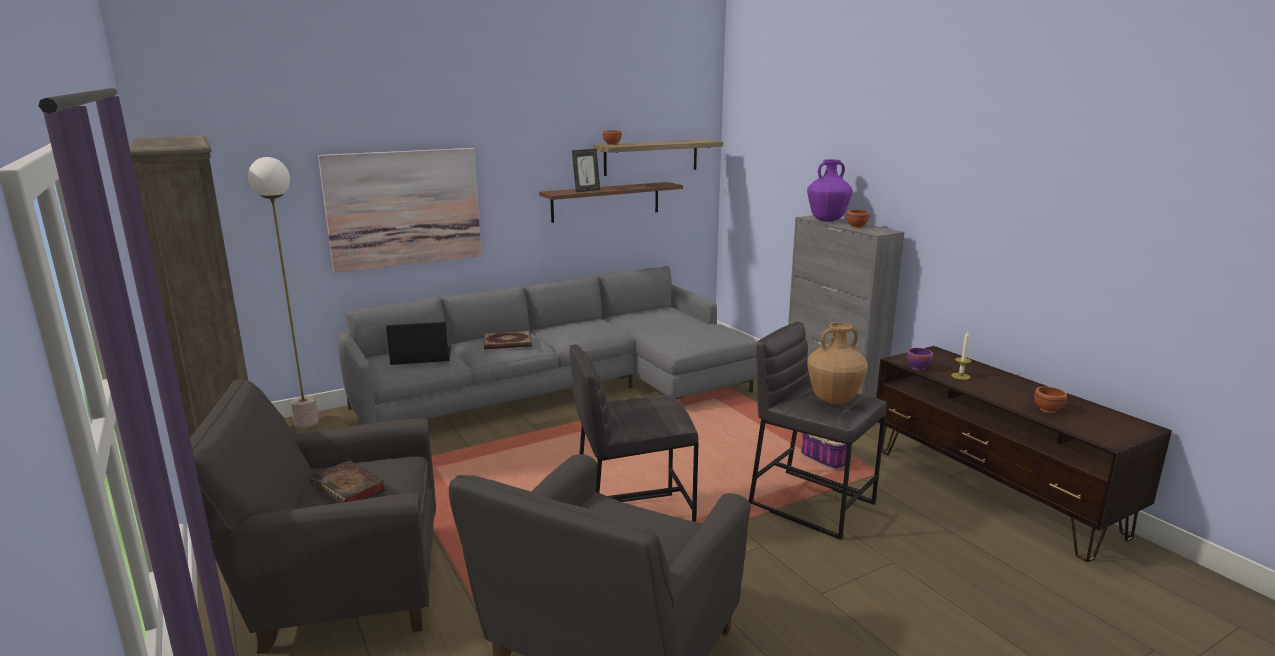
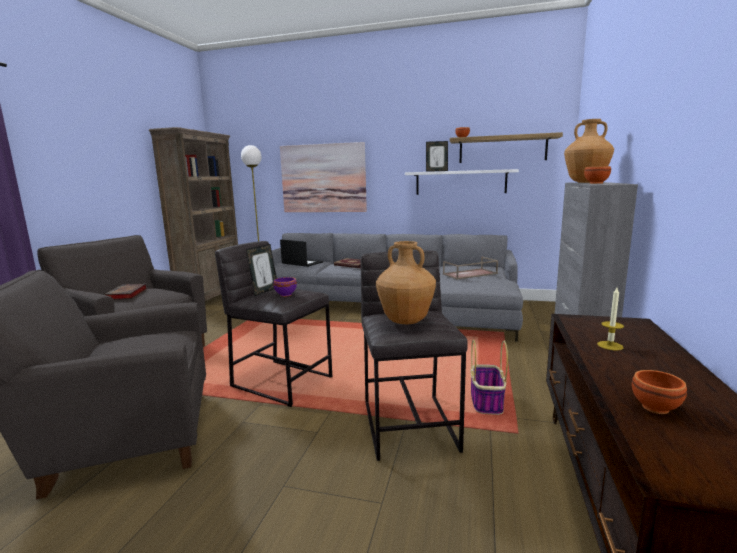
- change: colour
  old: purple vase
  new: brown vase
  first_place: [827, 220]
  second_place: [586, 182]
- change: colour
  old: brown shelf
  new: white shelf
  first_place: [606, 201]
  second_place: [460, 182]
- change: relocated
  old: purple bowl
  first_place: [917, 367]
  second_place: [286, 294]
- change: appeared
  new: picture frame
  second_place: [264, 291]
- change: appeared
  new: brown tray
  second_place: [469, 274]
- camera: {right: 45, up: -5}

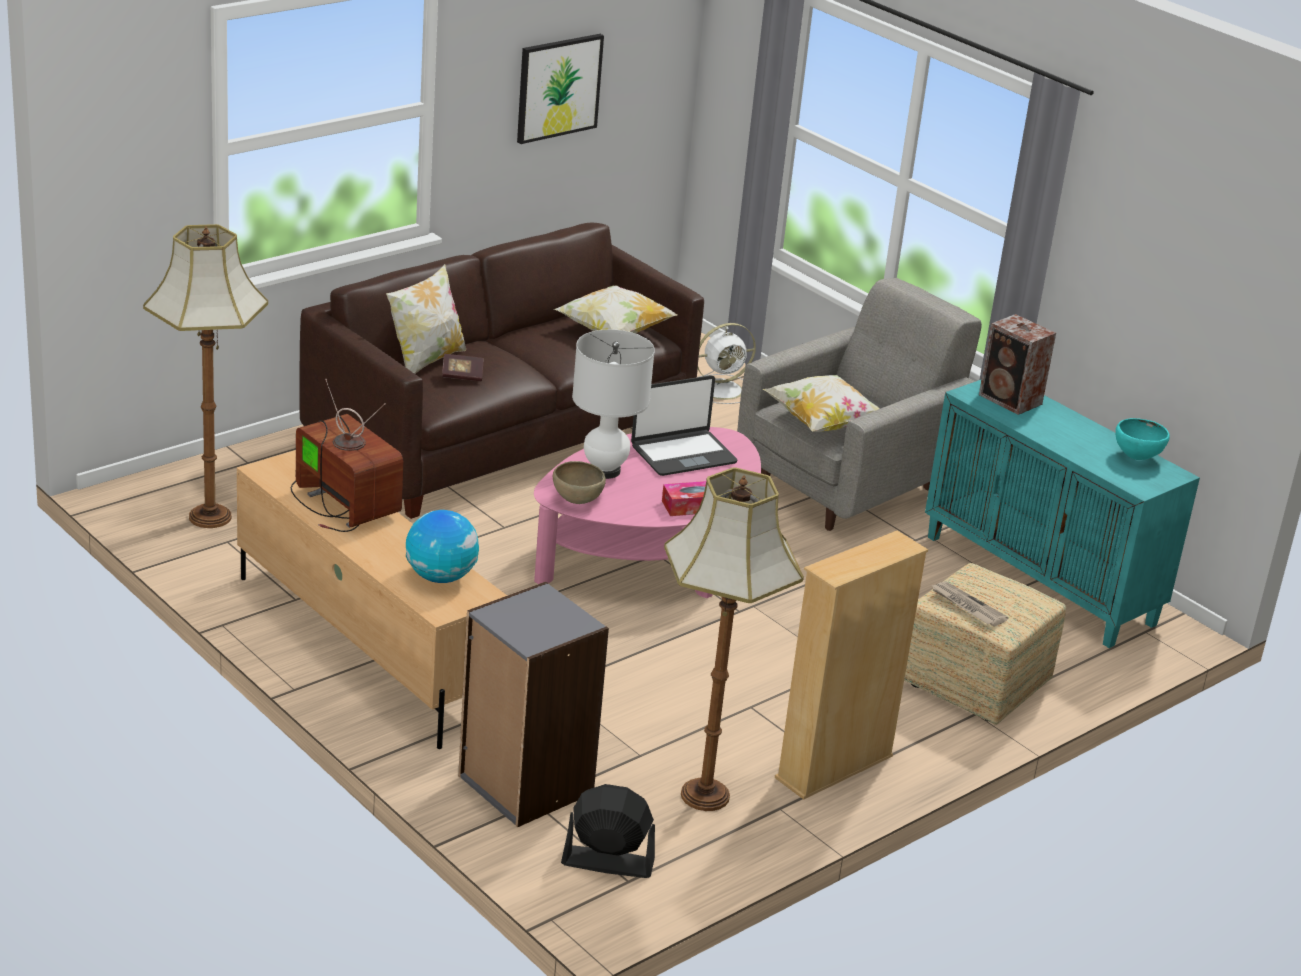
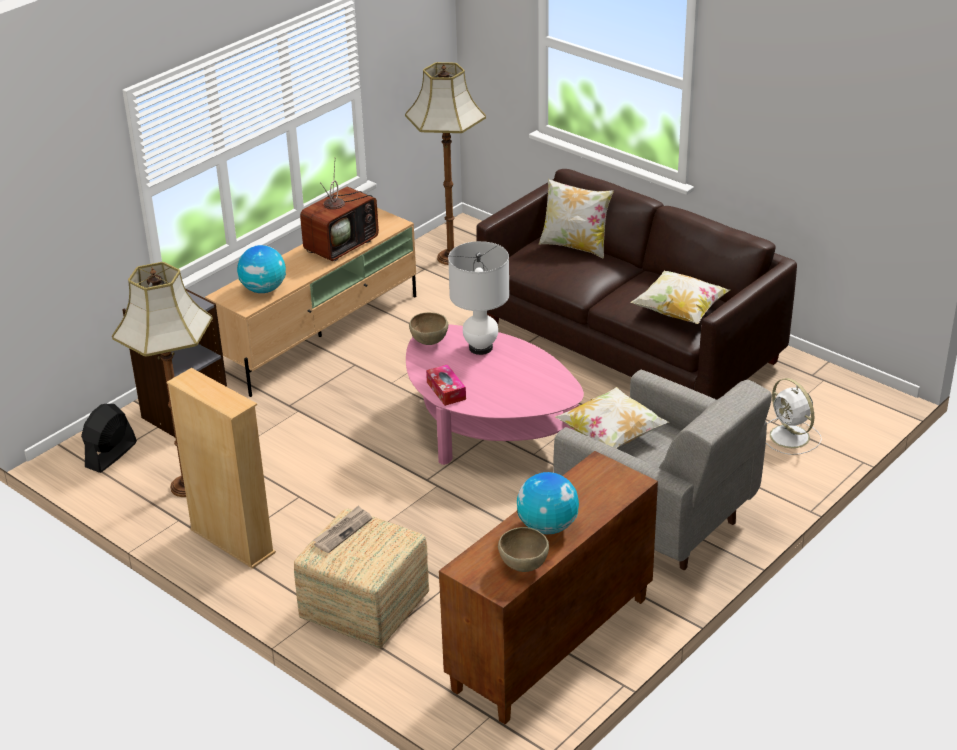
- change: missing
  old: picture
  first_place: [558, 87]
- change: missing
  old: speaker
  first_place: [1011, 400]
- change: missing
  old: book
  first_place: [462, 376]
- change: missing
  old: laptop
  first_place: [683, 454]
- change: colour
  old: turquoise cabinet
  new: brown cabinet
  first_place: [1041, 580]
  second_place: [551, 645]
- change: colour
  old: turquoise bowl
  new: brown bowl
  first_place: [1137, 457]
  second_place: [523, 566]
- change: spun
  old: black fan
  first_place: [607, 862]
  second_place: [110, 455]
  degrees: -150
- change: appeared
  new: globe
  second_place: [547, 527]
- camera: {right: 85, up: 5}

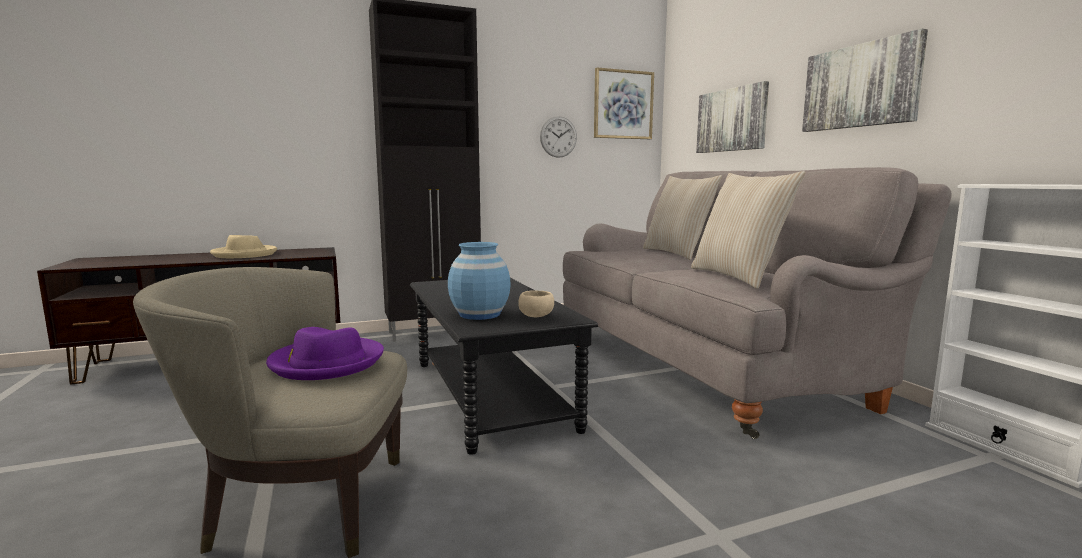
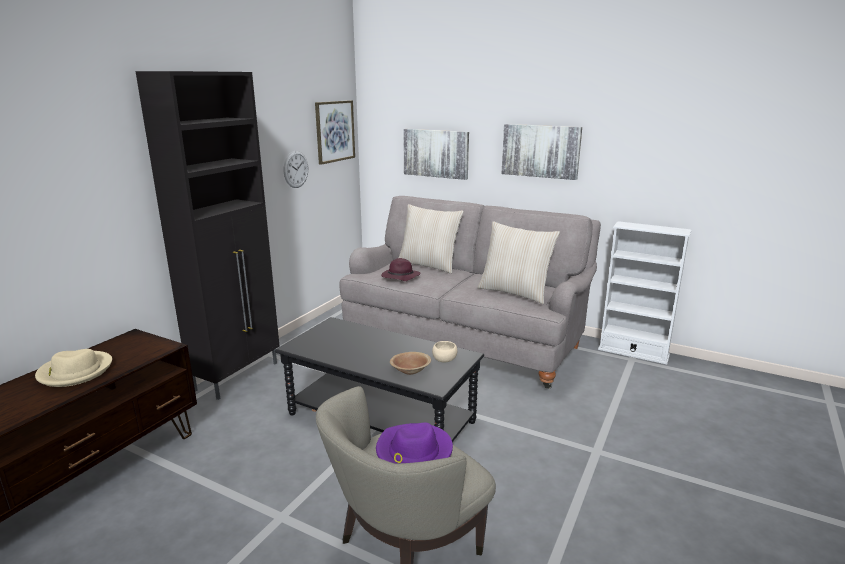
- change: exchanged
  old: blue vase
  new: brown bowl
  first_place: [480, 314]
  second_place: [410, 371]
- change: appeared
  new: purple hat
  second_place: [400, 277]
- camera: {right: -40, up: 10}

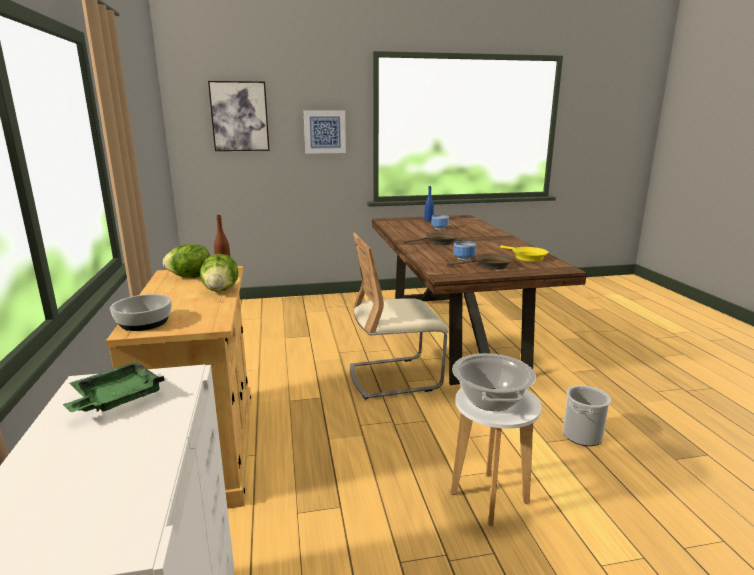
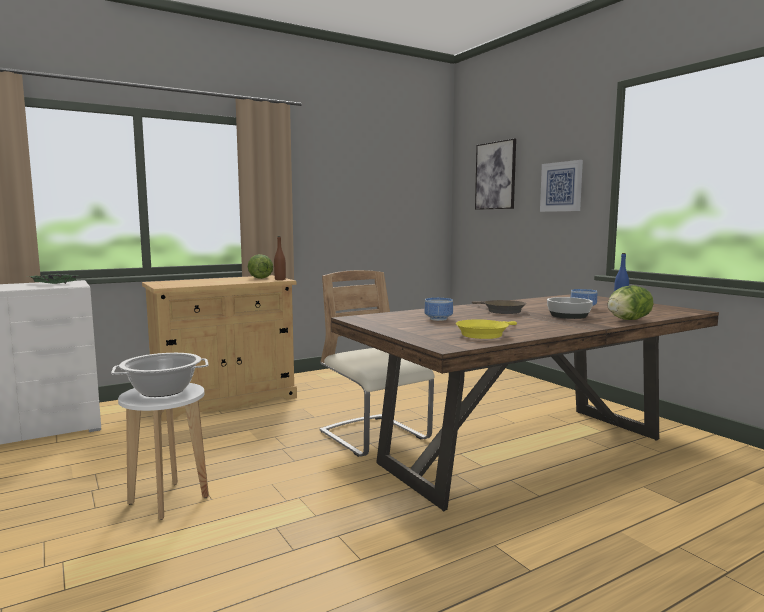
- change: missing
  old: brown frying pan
  first_place: [489, 266]
- change: relocated
  old: lettuce
  first_place: [221, 290]
  second_place: [628, 320]
- change: relocated
  old: bowl
  first_place: [145, 322]
  second_place: [569, 316]
- change: missing
  old: bucket
  first_place: [582, 435]
- camera: {right: 70, up: -10}

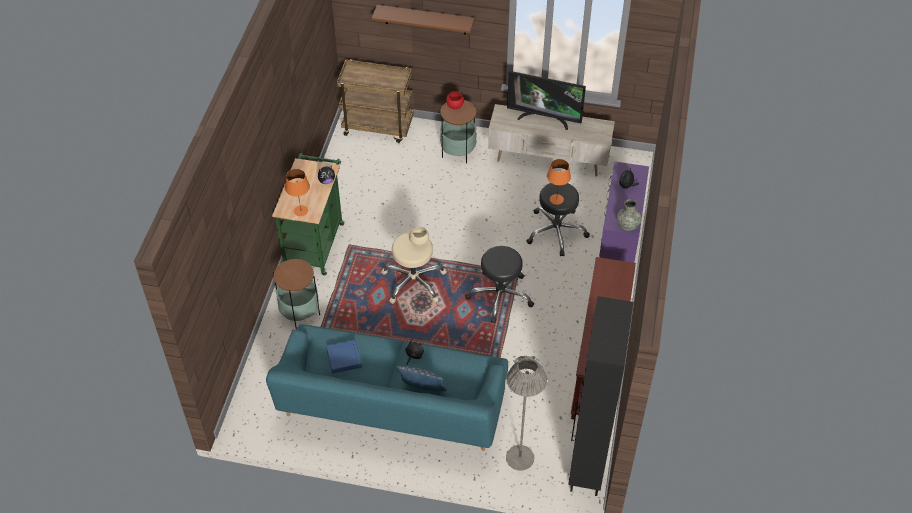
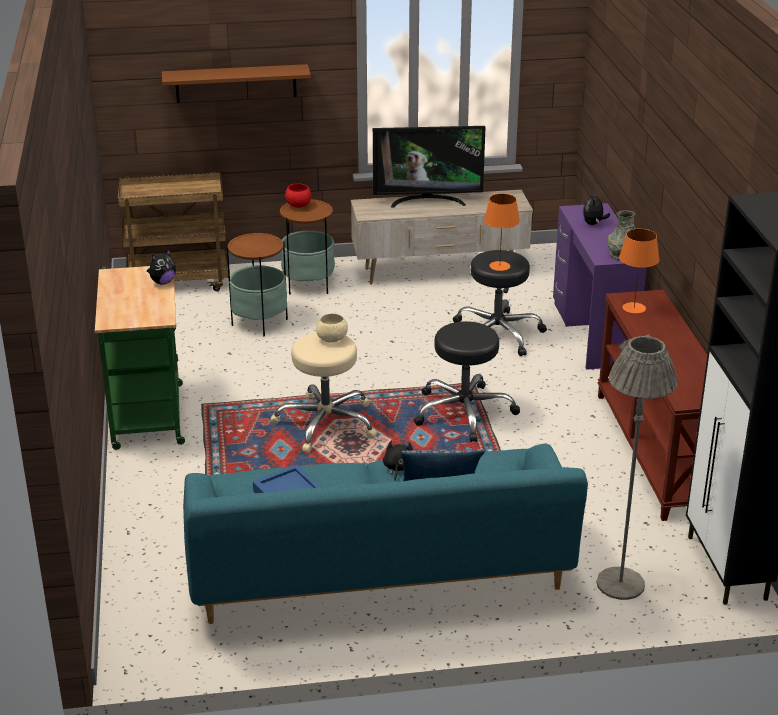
- change: relocated
  old: orange table lamp
  first_place: [301, 210]
  second_place: [634, 308]
- change: relocated
  old: side table
  first_place: [300, 312]
  second_place: [259, 322]
- camera: {right: -20, up: -20}

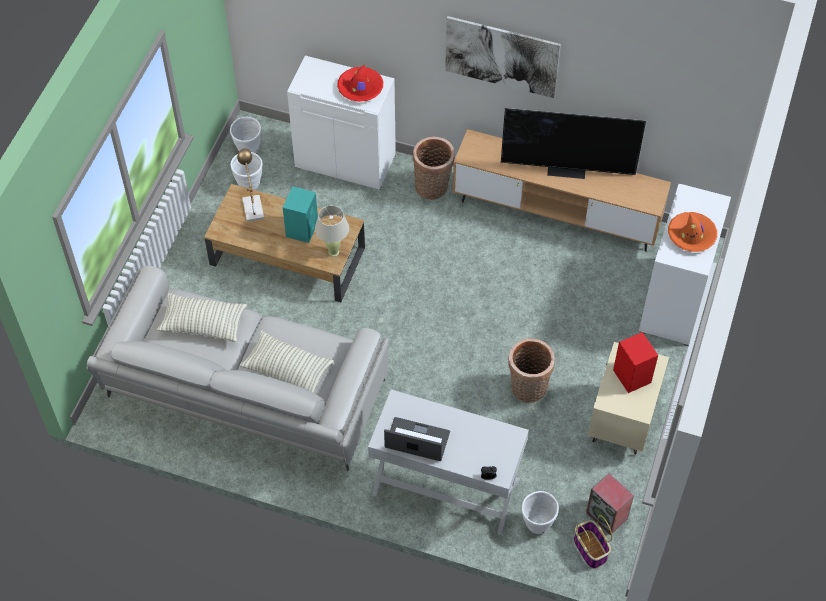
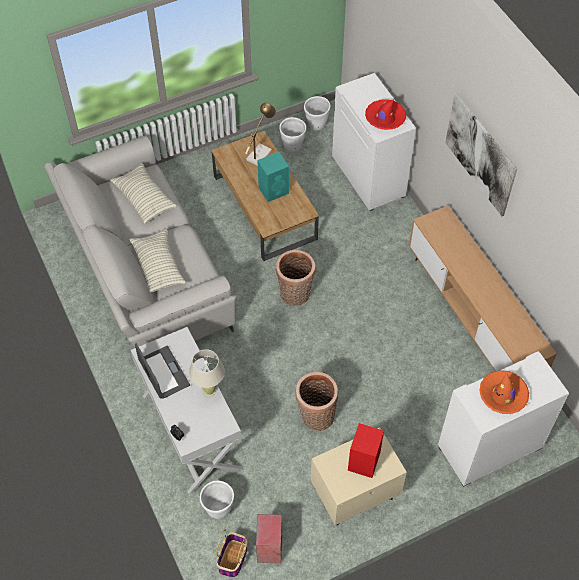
- change: missing
  old: television
  first_place: [567, 169]
- change: relocated
  old: basket
  first_place: [433, 188]
  second_place: [295, 295]
- change: relocated
  old: beige table lamp
  first_place: [333, 252]
  second_place: [209, 391]
- camera: {right: 45, up: 0}

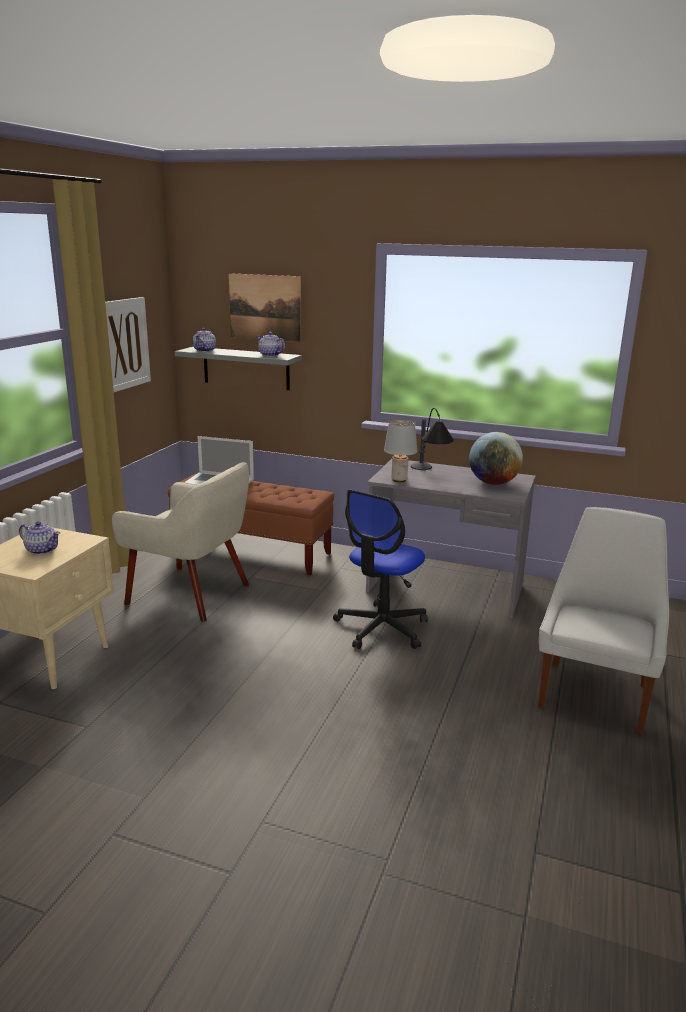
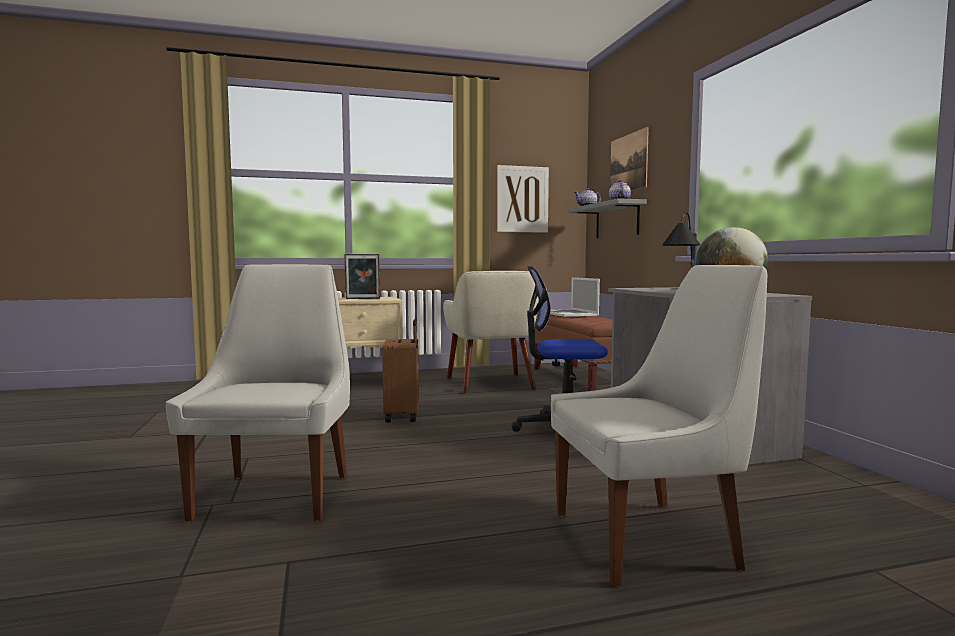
- change: missing
  old: grey table lamp
  first_place: [399, 480]
- change: exchanged
  old: teapot
  new: picture frame
  first_place: [42, 550]
  second_place: [362, 299]
- change: appeared
  new: white chair
  second_place: [276, 494]
- change: appeared
  new: brown suitcase
  second_place: [403, 416]
- camera: {right: 55, up: -15}

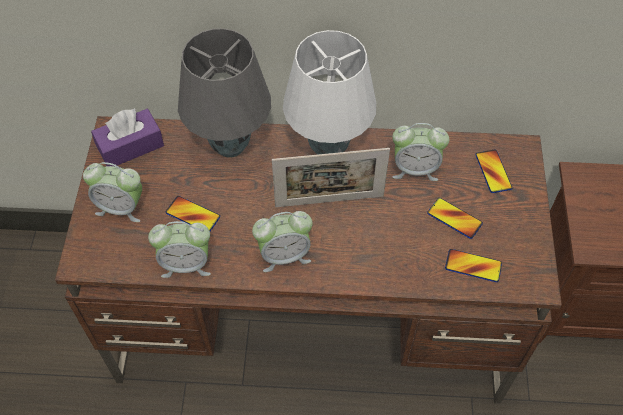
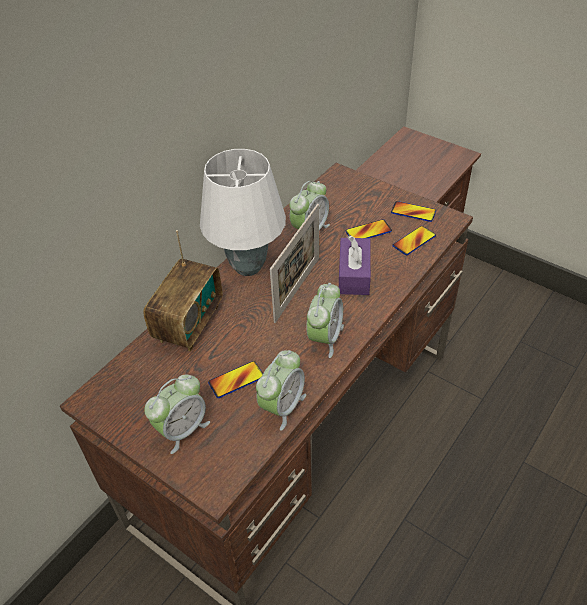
- change: exchanged
  old: grey table lamp
  new: radio
  first_place: [231, 145]
  second_place: [189, 323]
- change: relocated
  old: purple tissue box
  first_place: [130, 146]
  second_place: [354, 274]
- change: relocated
  old: phone
  first_place: [493, 172]
  second_place: [413, 212]
- camera: {right: -55, up: -10}

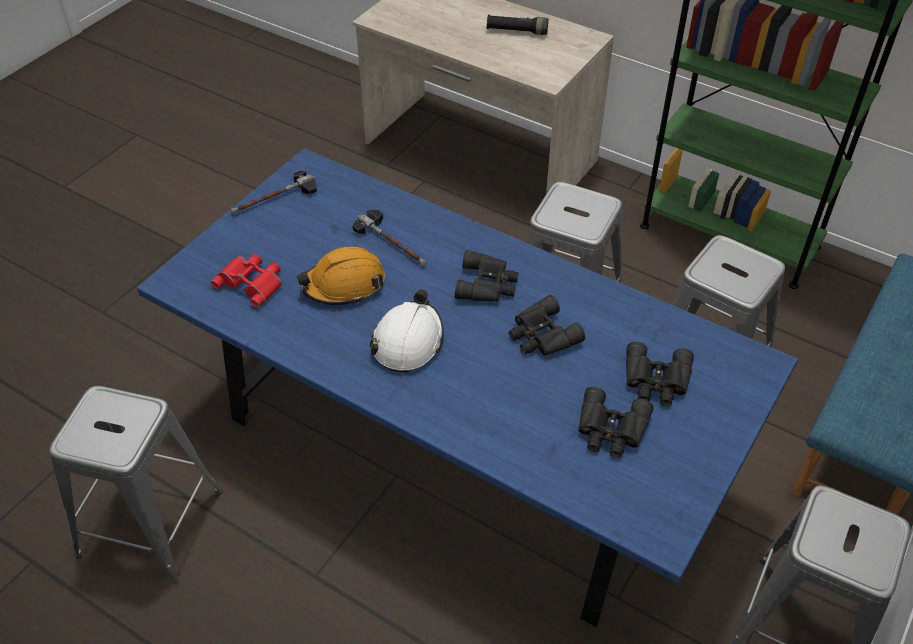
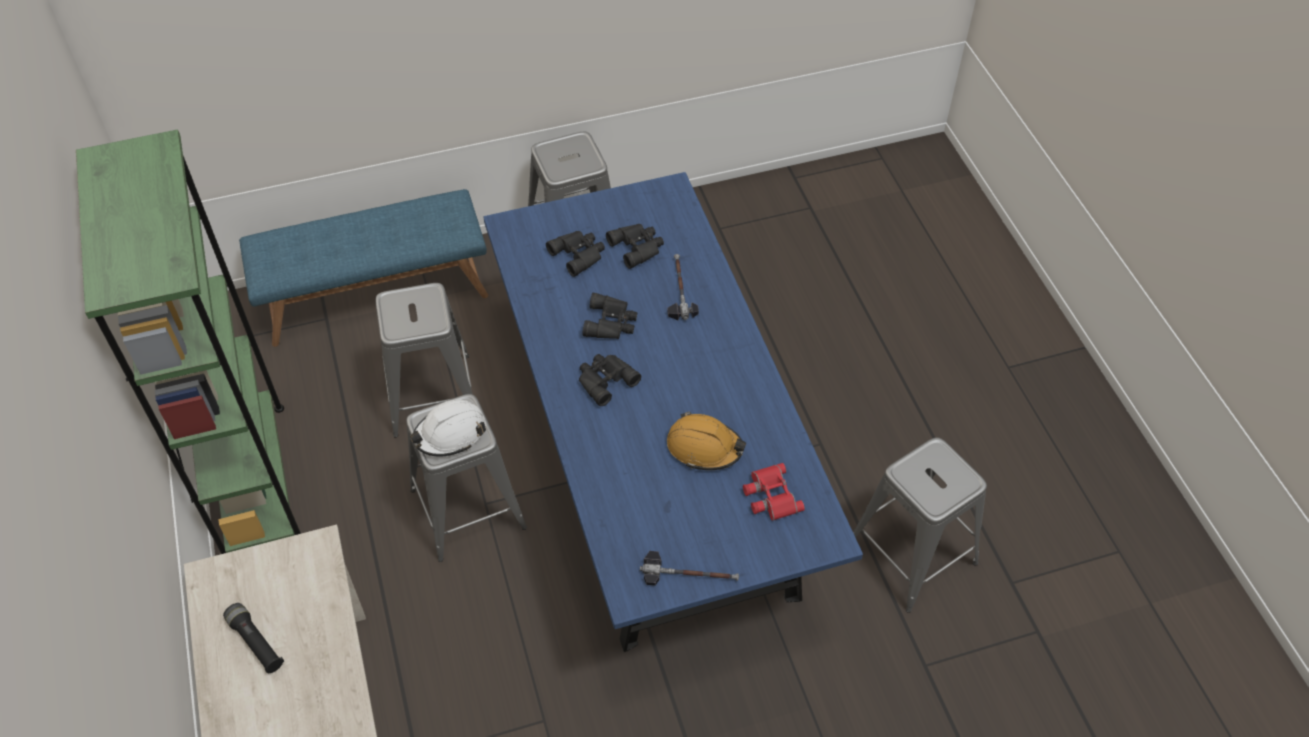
- change: relocated
  old: hammer
  first_place: [392, 243]
  second_place: [679, 289]
- change: relocated
  old: white hard hat
  first_place: [408, 341]
  second_place: [450, 433]
- camera: {right: -140, up: 5}

